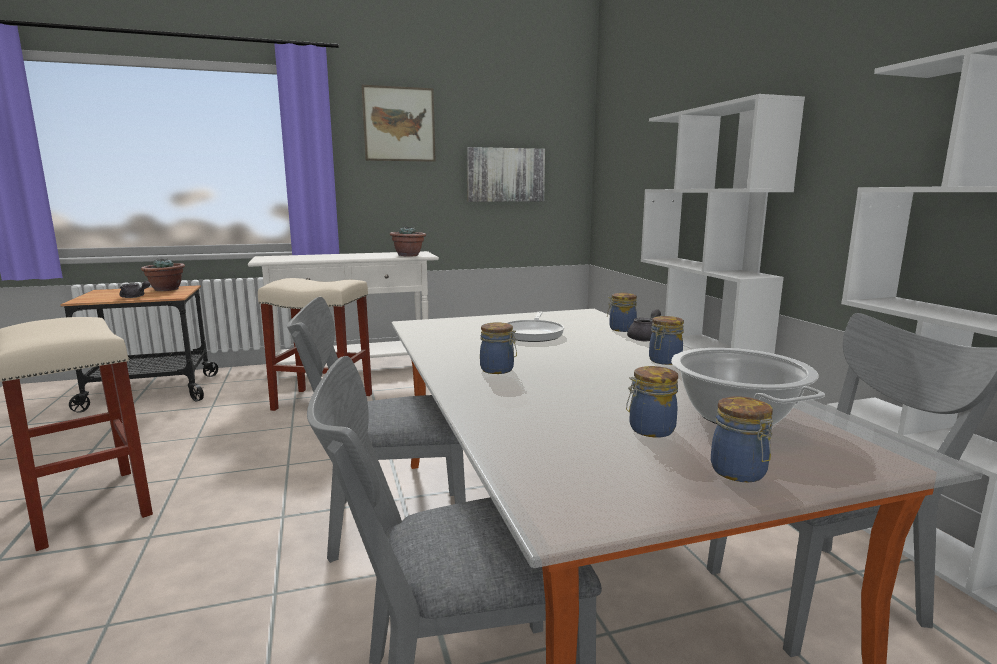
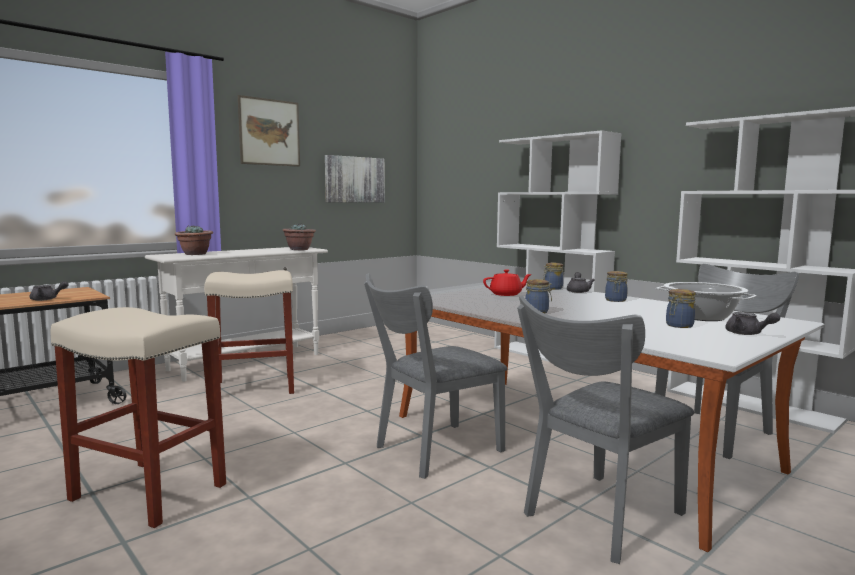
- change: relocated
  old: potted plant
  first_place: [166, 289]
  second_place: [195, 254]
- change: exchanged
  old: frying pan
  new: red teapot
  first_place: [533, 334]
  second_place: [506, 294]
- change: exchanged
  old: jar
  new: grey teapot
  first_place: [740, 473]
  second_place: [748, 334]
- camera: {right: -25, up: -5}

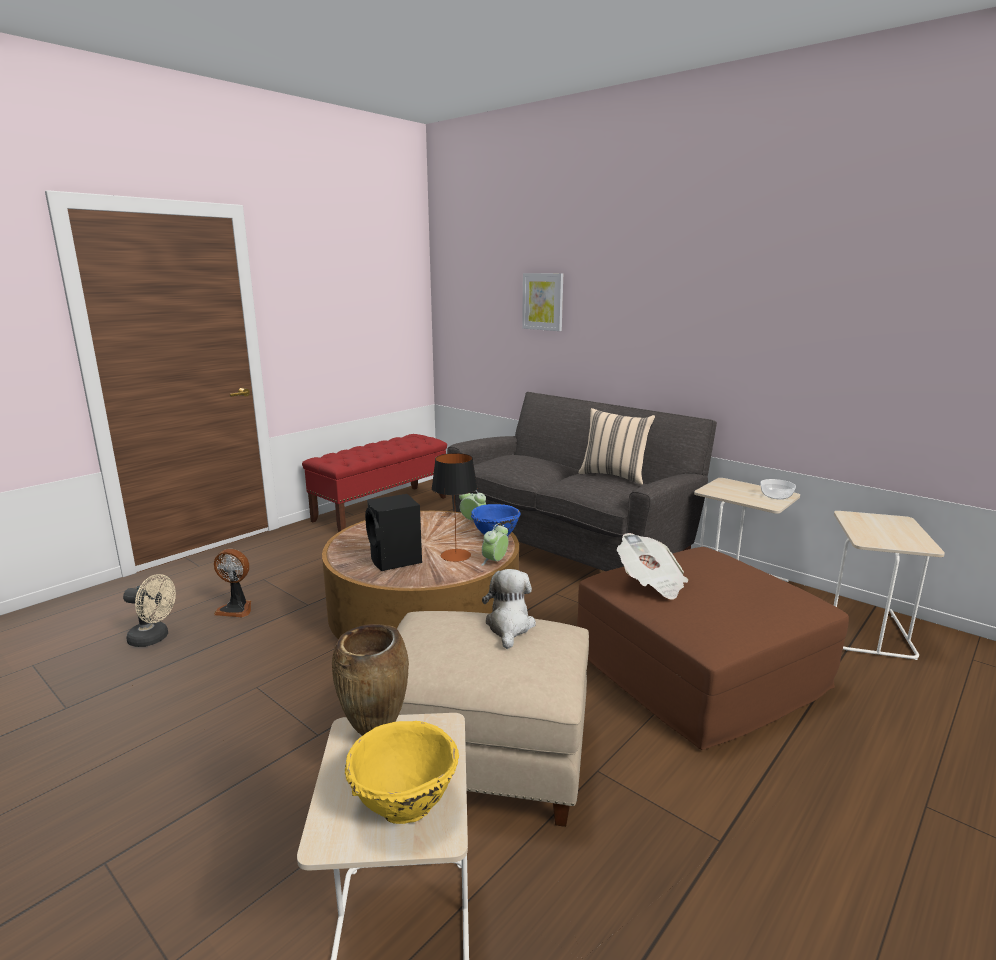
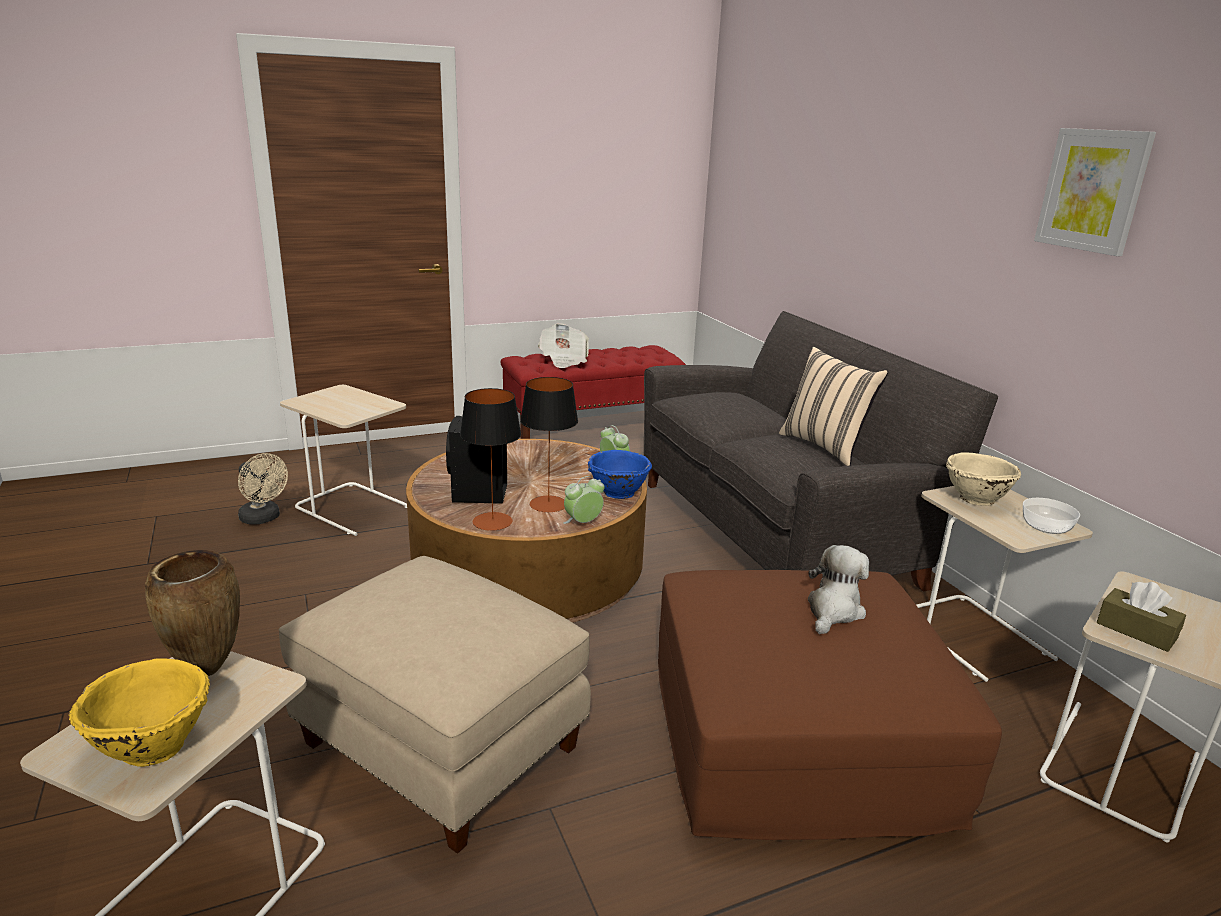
- change: relocated
  old: picture
  first_place: [543, 301]
  second_place: [1093, 190]
- change: relocated
  old: newspaper
  first_place: [651, 583]
  second_place: [563, 360]
- change: exchanged
  old: fan
  new: beige side table
  first_place: [236, 609]
  second_place: [355, 508]
- change: relocated
  old: plush toy
  first_place: [509, 626]
  second_place: [833, 610]
- change: appeared
  new: table lamp
  second_place: [492, 521]
- change: appeared
  new: beige bowl
  second_place: [975, 499]
- change: appeared
  new: brown tissue box
  second_place: [1136, 630]
- camera: {right: 25, up: 5}

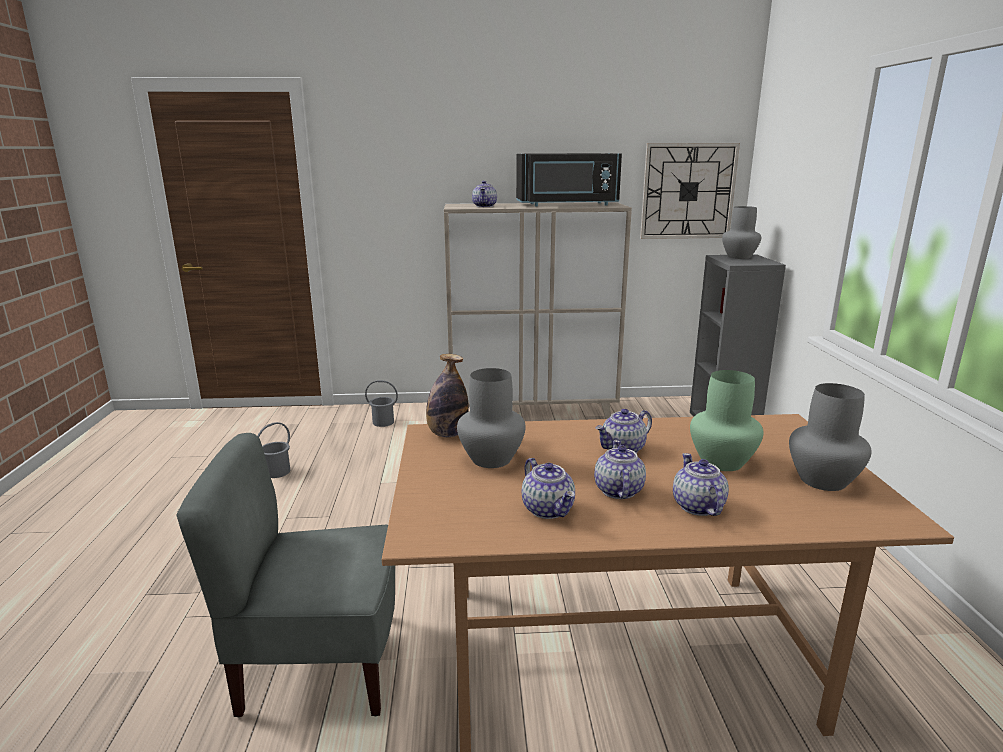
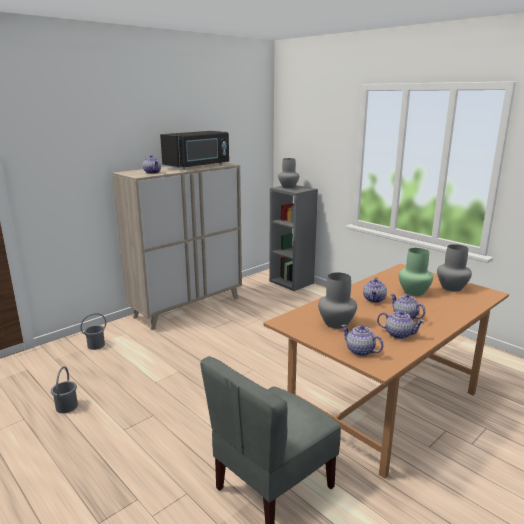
- change: missing
  old: wall clock
  first_place: [688, 191]
- change: missing
  old: bottle
  first_place: [447, 434]
- change: relocated
  old: teapot
  first_place: [697, 506]
  second_place: [359, 351]
- camera: {right: -40, up: 0}

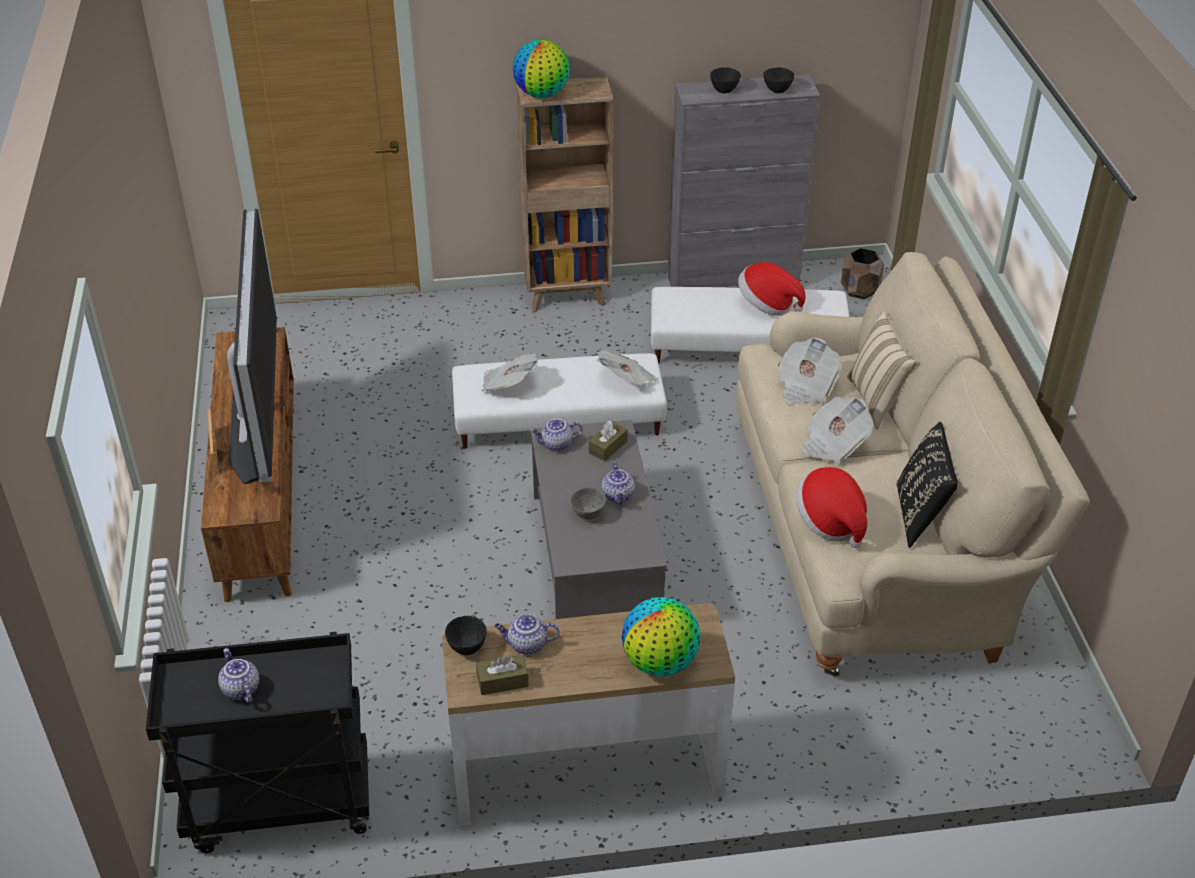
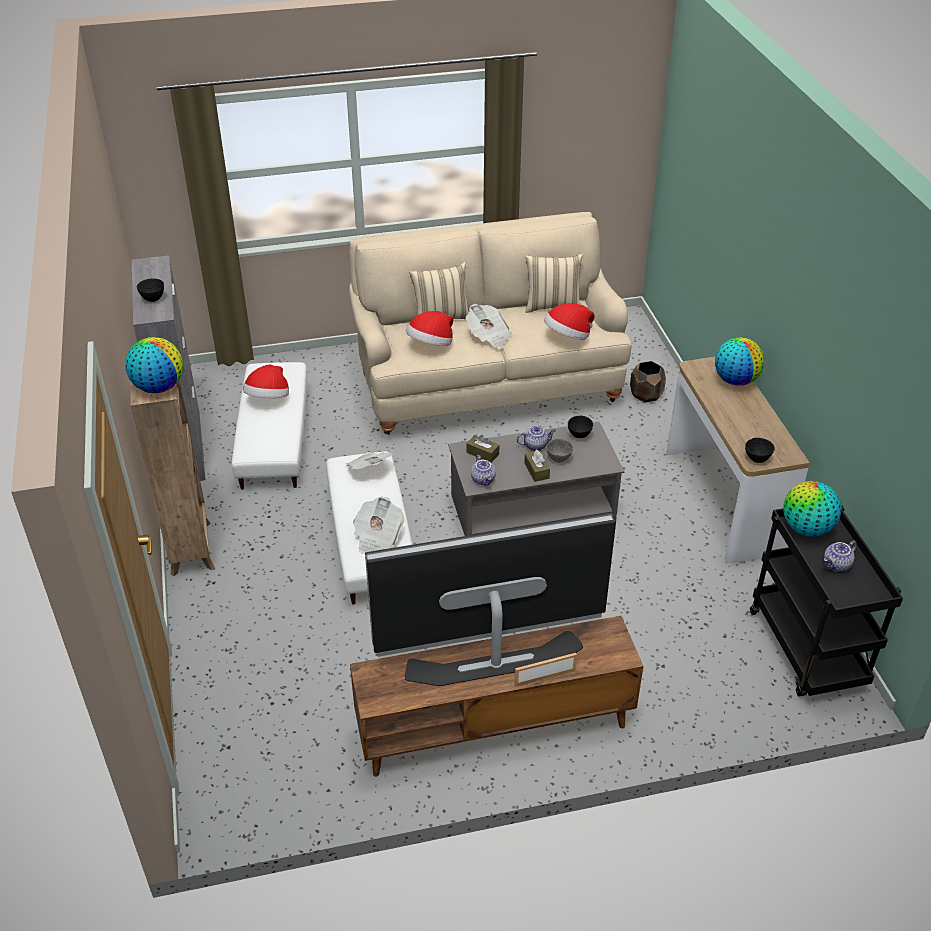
- change: relocated
  old: black bowl
  first_place: [777, 91]
  second_place: [580, 435]
- change: relocated
  old: brown planter
  first_place: [860, 290]
  second_place: [646, 395]
- change: exchanged
  old: newspaper
  new: hat
  first_place: [805, 387]
  second_place: [431, 345]
- change: colour
  old: black pillow
  new: beige pillow
  first_place: [920, 515]
  second_place: [552, 306]
- change: missing
  old: teapot
  first_place: [526, 645]
- change: relocated
  old: brown tissue box
  first_place: [502, 681]
  second_place: [536, 471]
- change: appeared
  new: globe
  second_place: [806, 528]
- camera: {right: -95, up: 0}

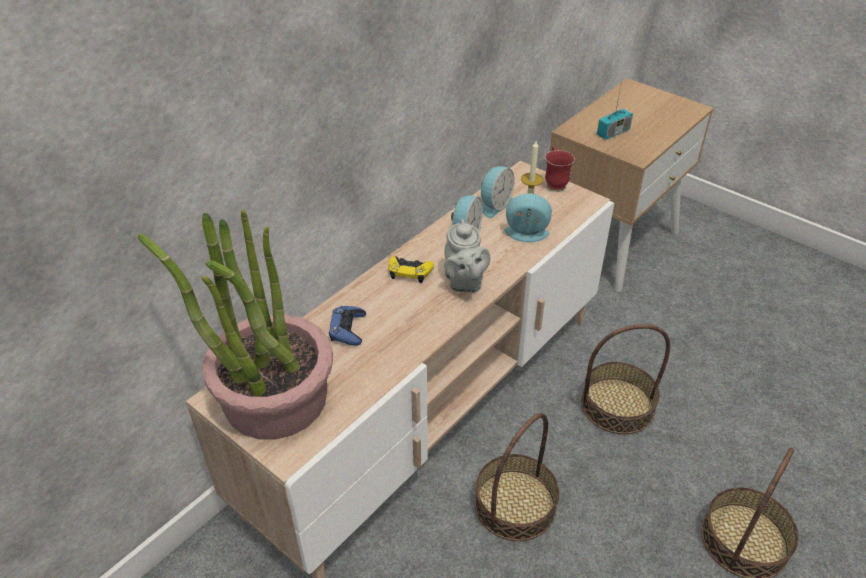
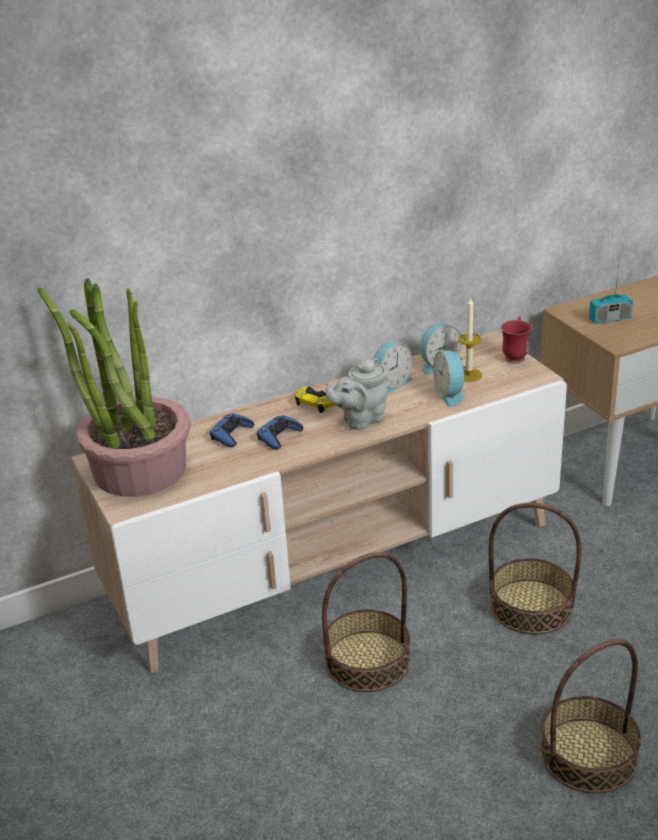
- change: spun
  old: alarm clock
  first_place: [526, 235]
  second_place: [450, 394]
  degrees: -135
- change: spun
  old: grey teapot
  first_place: [464, 282]
  second_place: [360, 420]
  degrees: 45
- change: appeared
  new: blue game controller
  second_place: [279, 436]
- camera: {right: 25, up: -10}

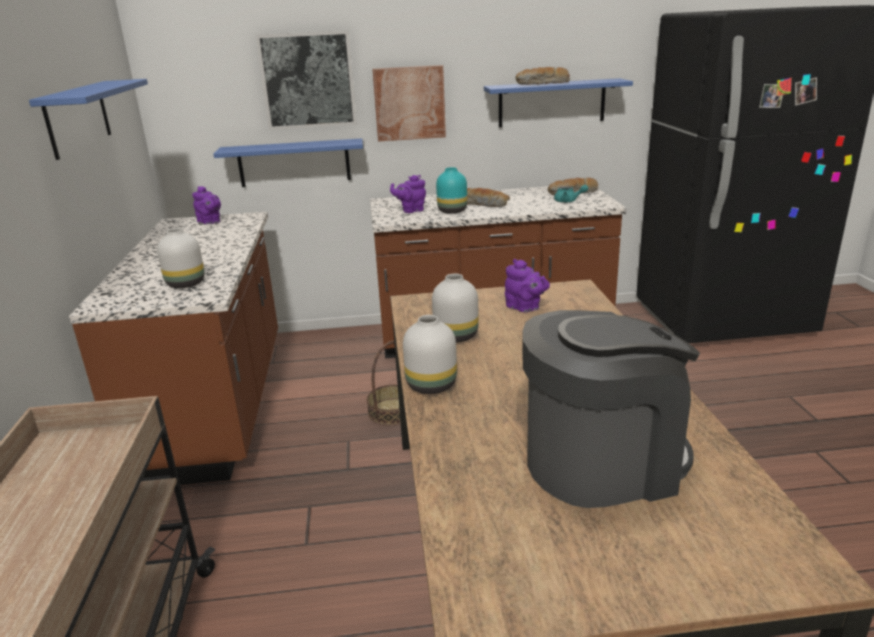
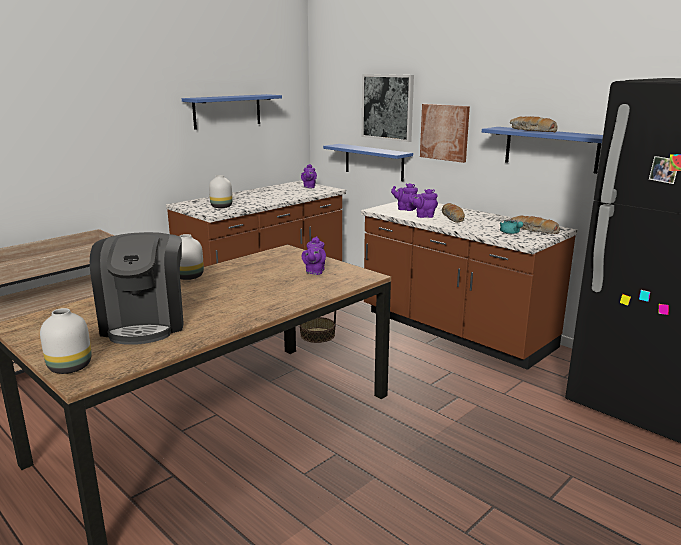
- change: exchanged
  old: turquoise vase
  new: purple teapot
  first_place: [453, 211]
  second_place: [423, 216]
- change: relocated
  old: white vase
  first_place: [457, 336]
  second_place: [71, 367]
- change: spun
  old: coffee machine
  first_place: [602, 462]
  second_place: [145, 323]
  degrees: 45
- camera: {right: 50, up: -5}

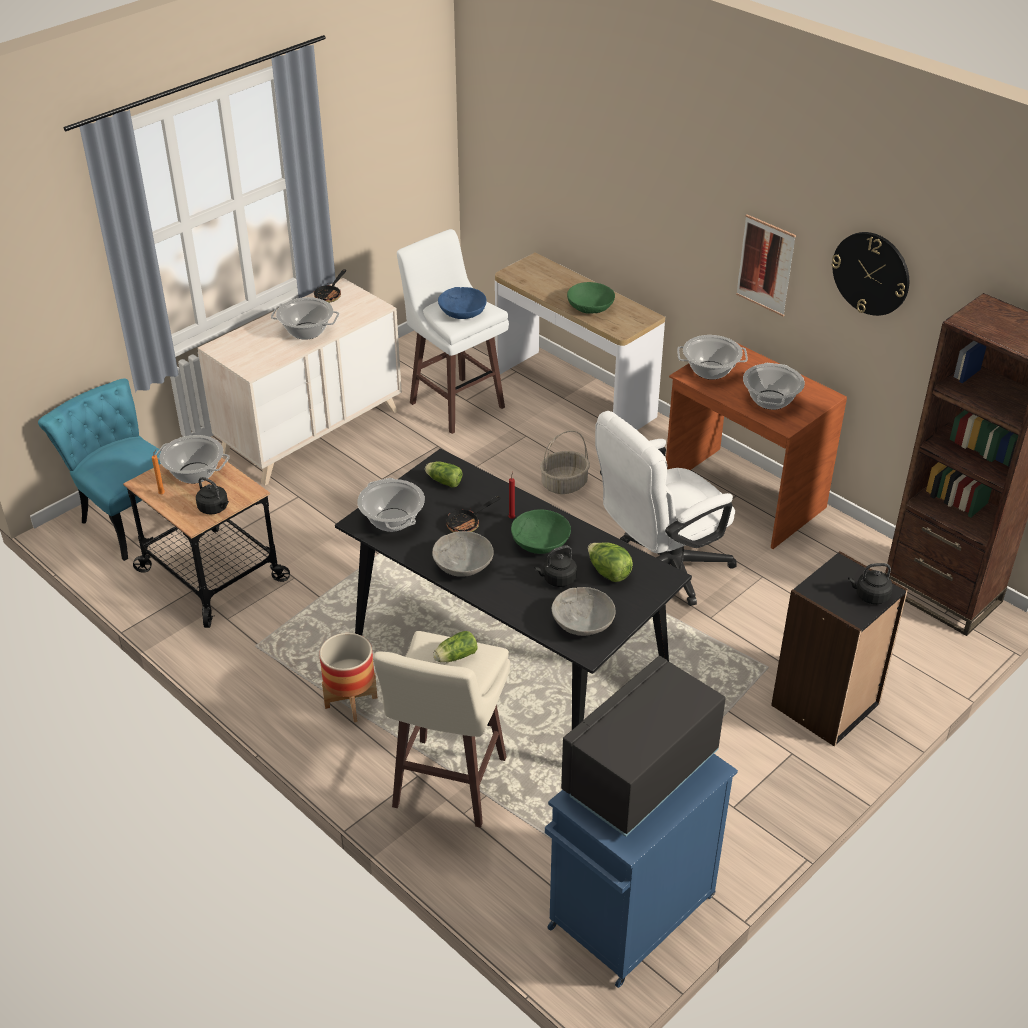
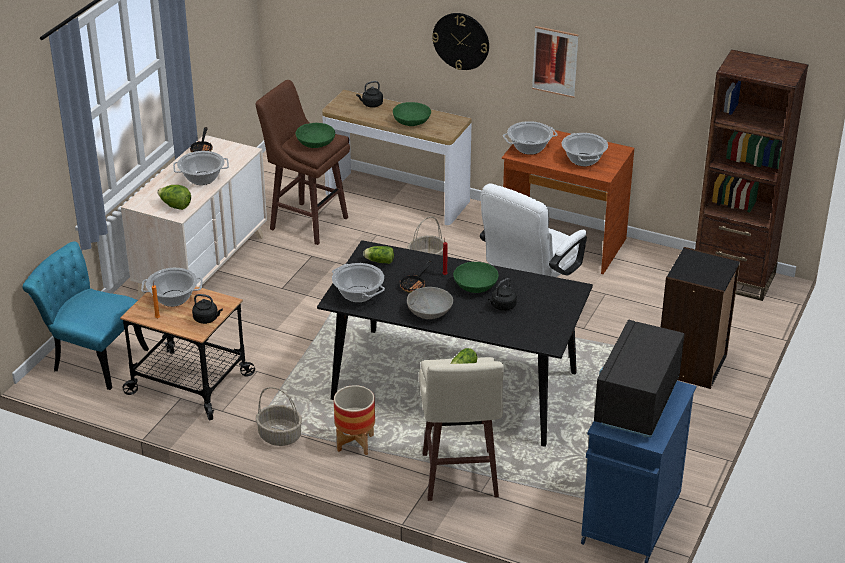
- change: colour
  old: white stool
  new: brown stool
  first_place: [455, 403]
  second_place: [307, 222]
- change: relocated
  old: wall clock
  first_place: [871, 273]
  second_place: [461, 41]
- change: colour
  old: blue bowl
  new: green bowl
  first_place: [462, 313]
  second_place: [315, 143]
- change: relocated
  old: lettuce
  first_place: [608, 573]
  second_place: [175, 206]
- change: relocated
  old: black kettle
  first_place: [870, 596]
  second_place: [371, 104]
- change: missing
  old: grey bowl
  first_place: [582, 623]
- change: appeared
  new: basket
  second_place: [279, 436]
- camera: {right: -20, up: -5}

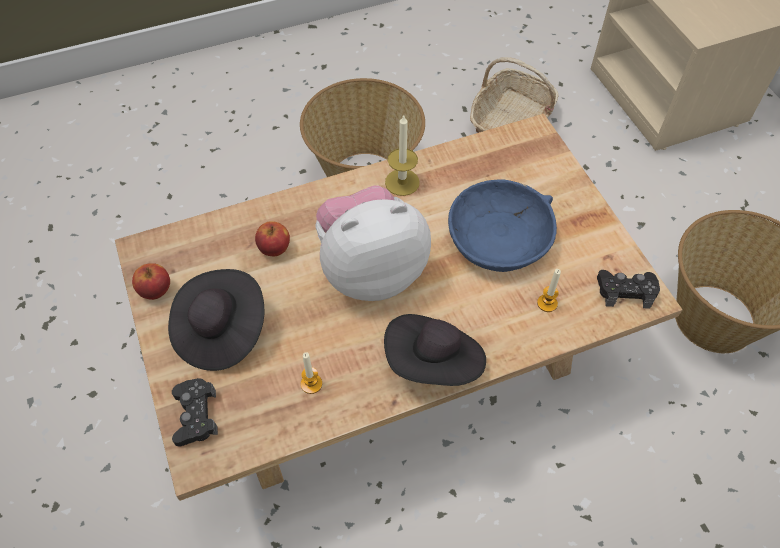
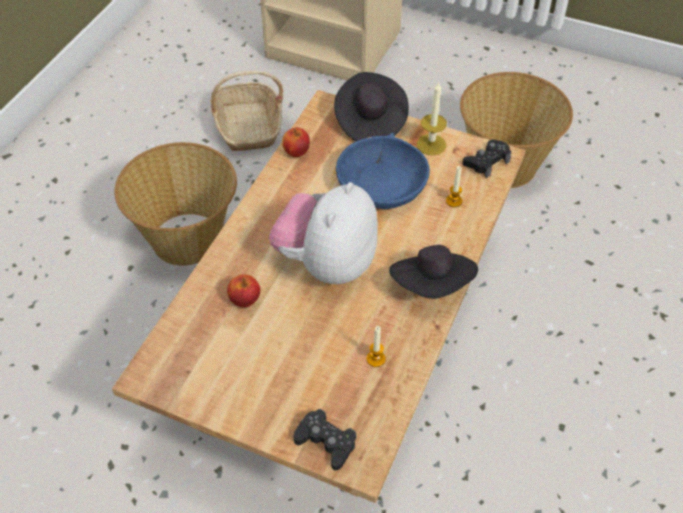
- change: relocated
  old: candle
  first_place: [402, 182]
  second_place: [431, 144]
- change: relocated
  old: apple
  first_place: [155, 290]
  second_place: [296, 152]
- change: relocated
  old: black hat
  first_place: [220, 331]
  second_place: [369, 121]
- camera: {right: -45, up: -5}

